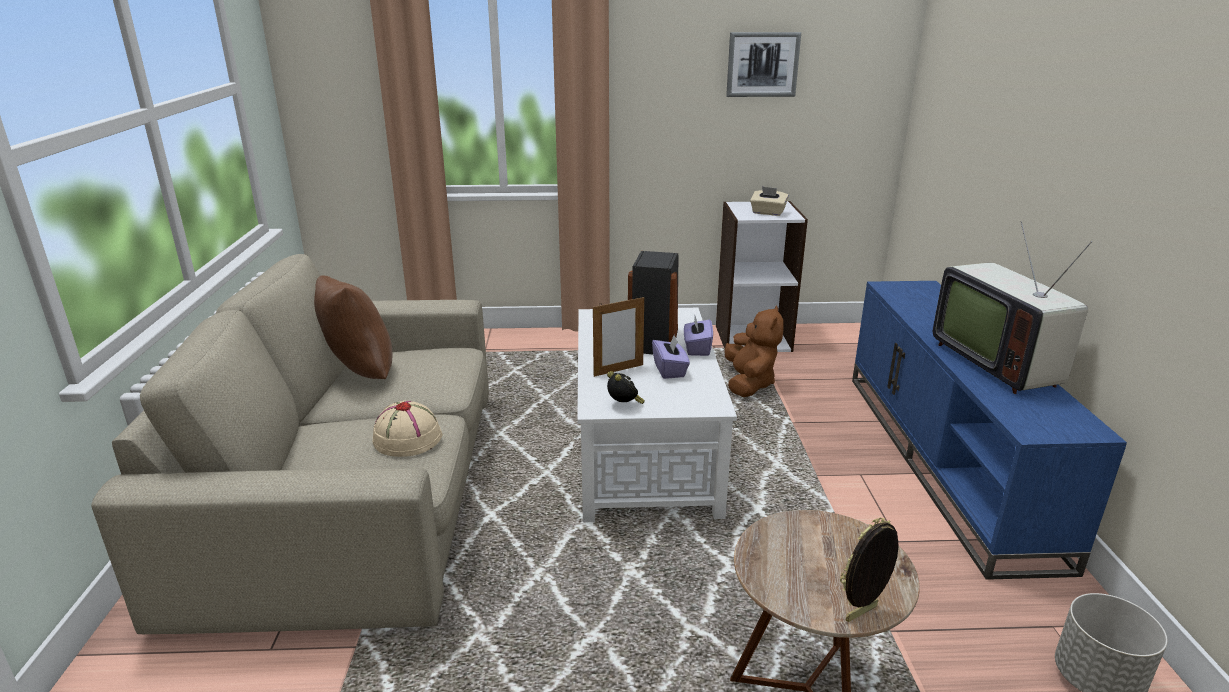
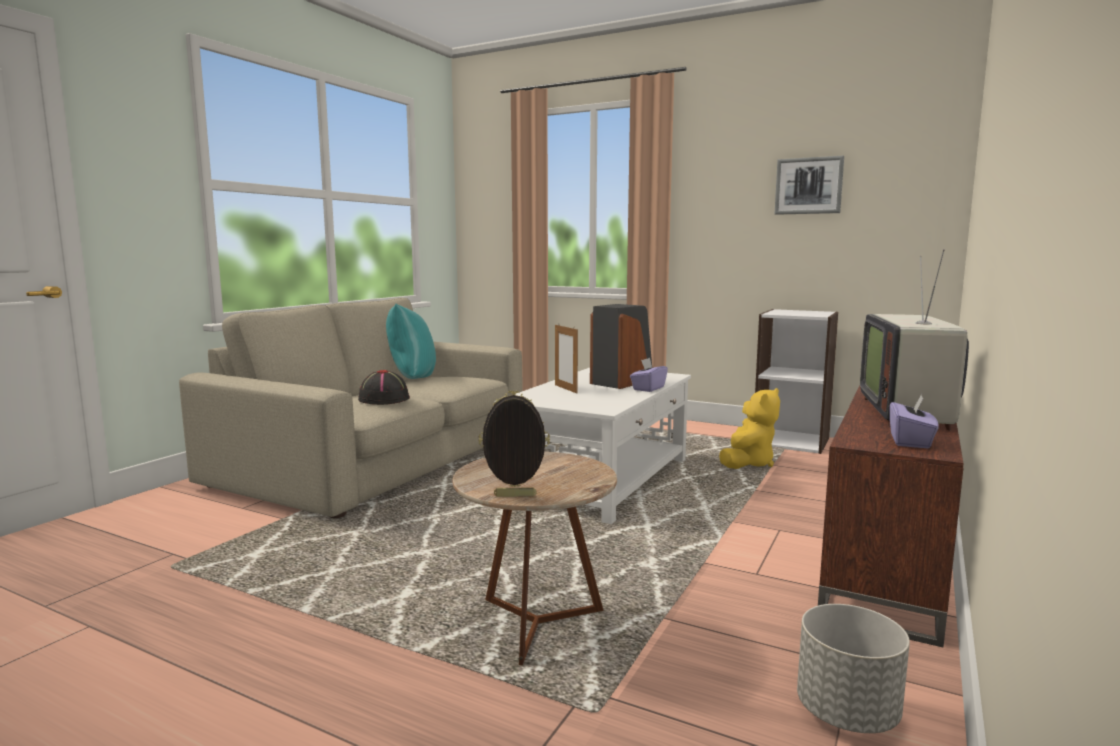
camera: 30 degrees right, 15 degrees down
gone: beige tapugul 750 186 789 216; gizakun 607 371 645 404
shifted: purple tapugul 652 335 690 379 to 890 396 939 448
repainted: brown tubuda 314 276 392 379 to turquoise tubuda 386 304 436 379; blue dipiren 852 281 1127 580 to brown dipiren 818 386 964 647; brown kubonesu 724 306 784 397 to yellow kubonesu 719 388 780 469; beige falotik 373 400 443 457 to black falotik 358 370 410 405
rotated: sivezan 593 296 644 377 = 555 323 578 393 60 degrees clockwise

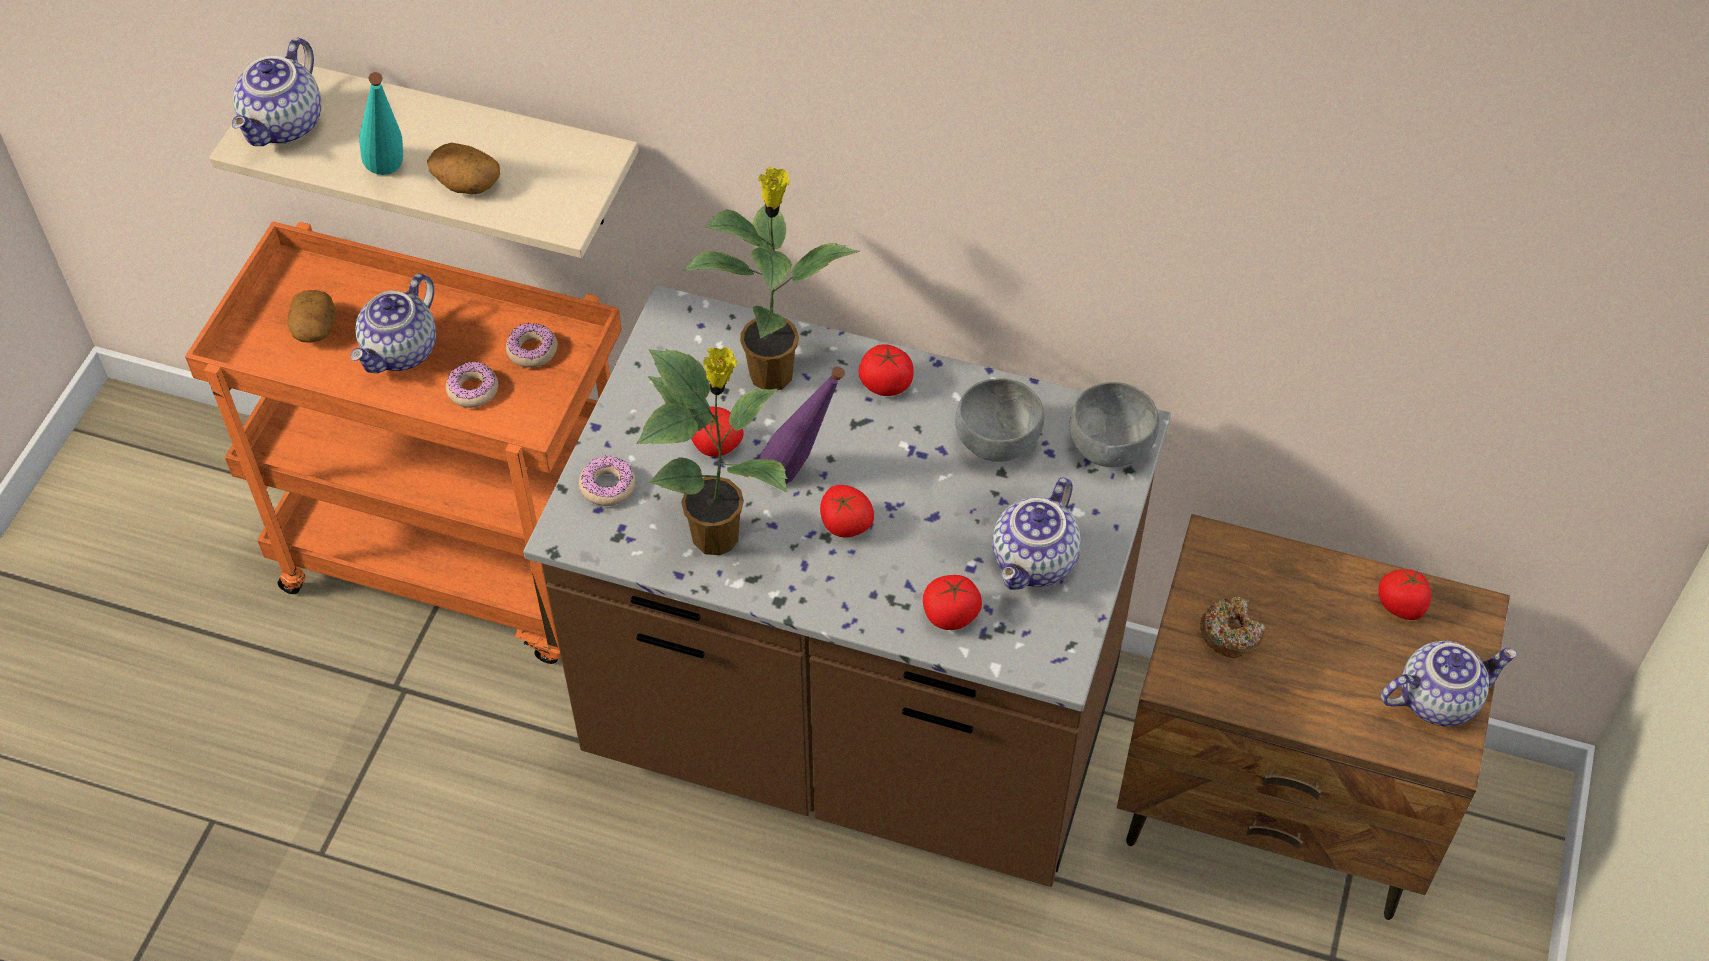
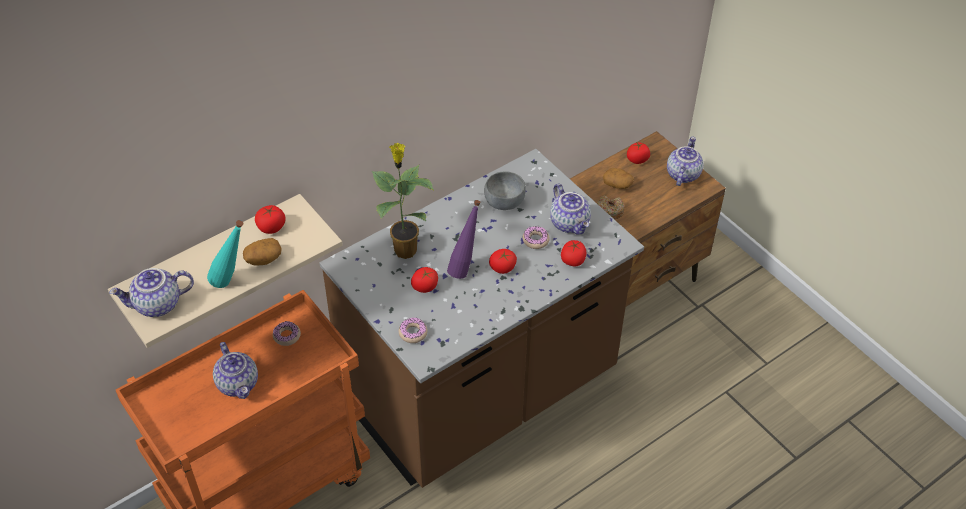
camera: 55 degrees left, 5 degrees down
gone: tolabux 636 347 787 555; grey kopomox 1069 382 1159 467
shifted: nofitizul 287 290 337 343 to 603 168 634 189; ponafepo 859 344 913 396 to 255 205 286 234; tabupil 446 361 498 408 to 523 226 550 249
rotated: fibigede 232 37 321 146 = 109 268 194 317 105 degrees clockwise

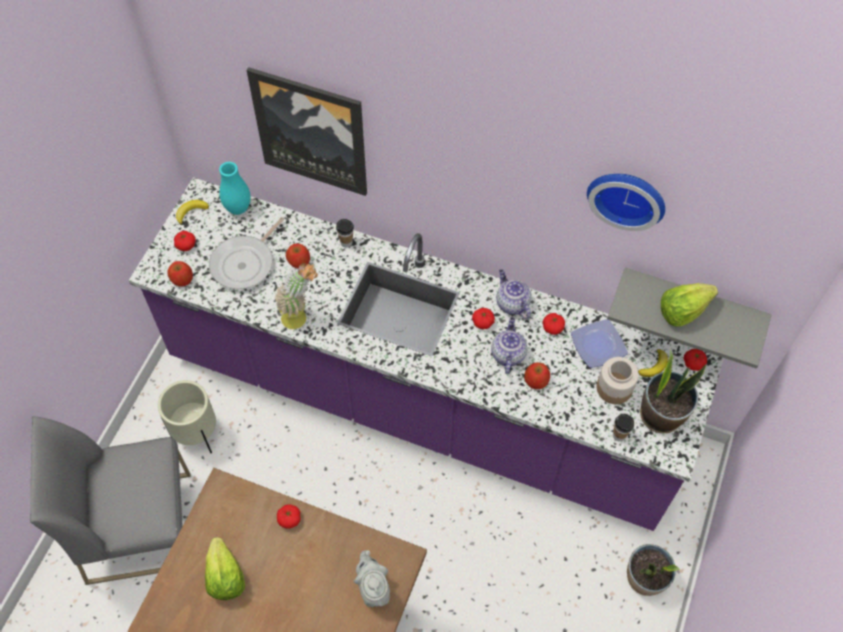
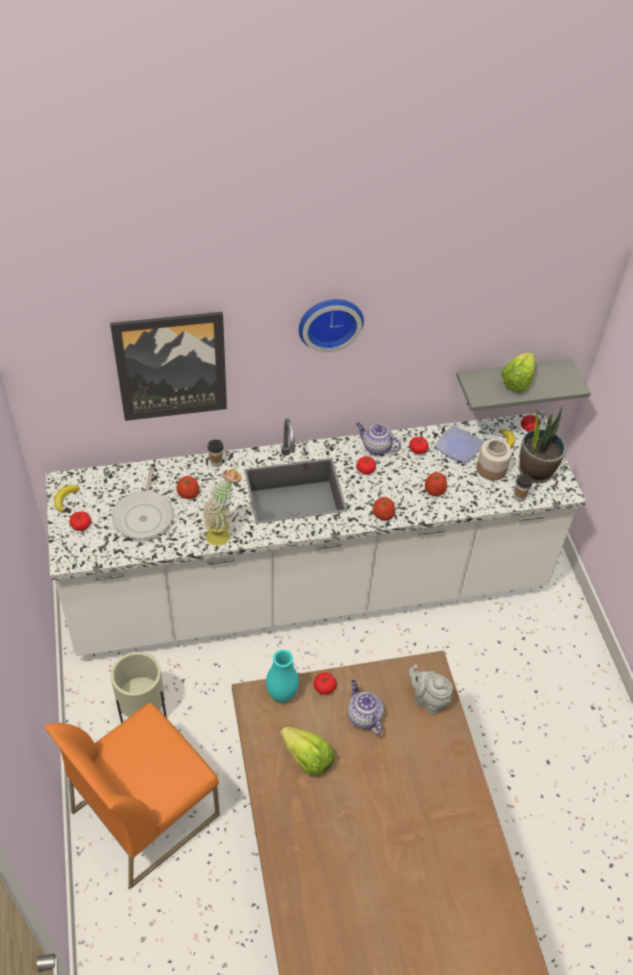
camera: 35 degrees left, 10 degrees down
gone: tolabux 627 544 680 596
shifted: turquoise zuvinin 219 162 251 215 to 266 650 299 702; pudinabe 587 174 665 231 to 299 299 364 353; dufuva 167 261 193 287 to 372 497 395 520; fibigede 491 317 527 374 to 347 680 384 735
repainted: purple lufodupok 128 177 724 531 to white lufodupok 46 412 586 656; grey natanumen 30 416 191 585 to orange natanumen 44 703 220 889

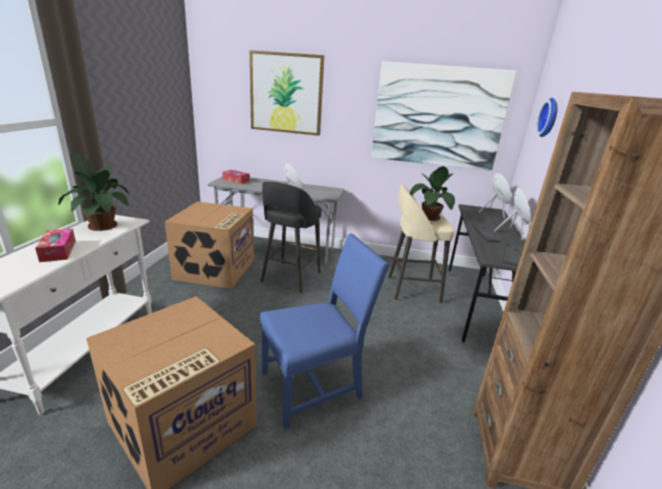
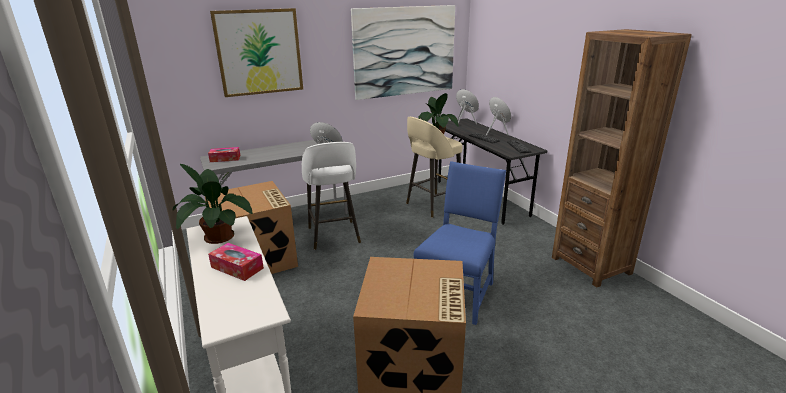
camera: 35 degrees left, 0 degrees up
gone: pudinabe 536 98 558 137
repainted: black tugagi 261 182 321 293 to white tugagi 302 142 361 250

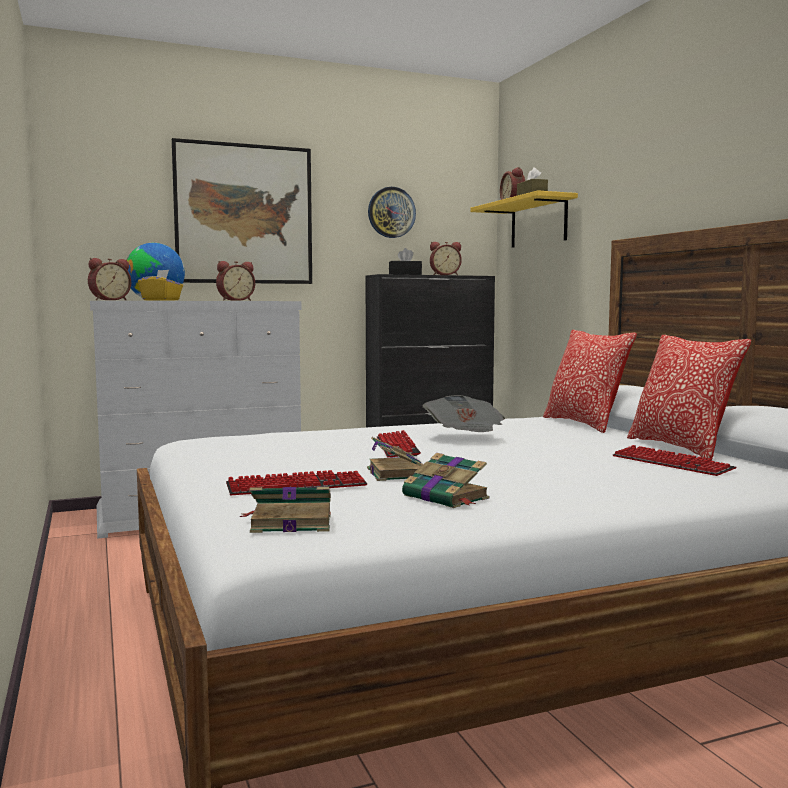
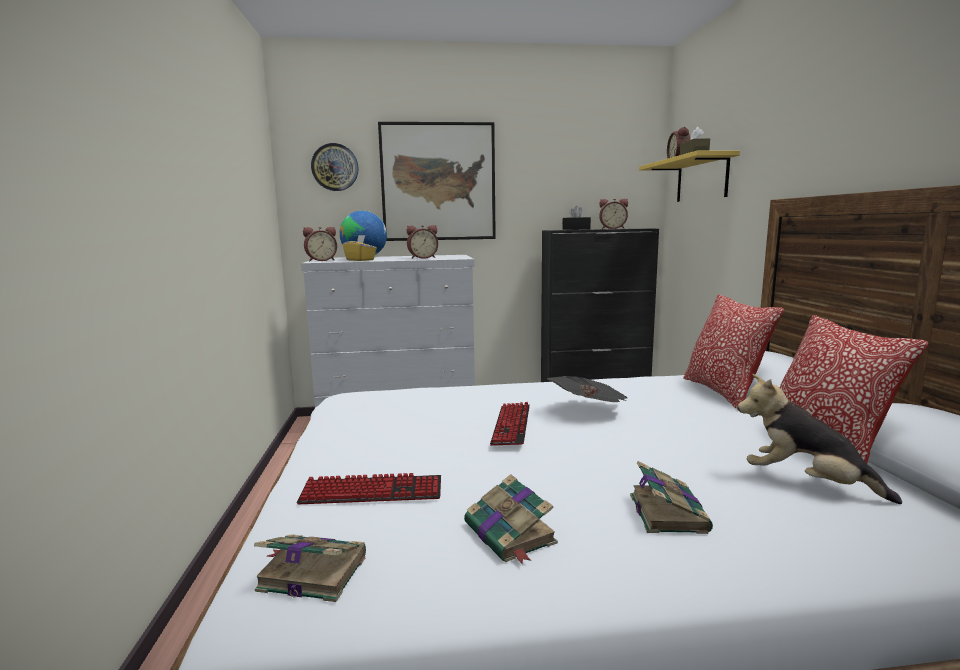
camera: 15 degrees right, 5 degrees up
shifted: pudinabe 368 187 416 238 to 311 143 359 191; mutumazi 367 437 423 481 to 630 461 713 534
swapped: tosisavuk 613 445 736 476 to kubonesu 737 373 902 504

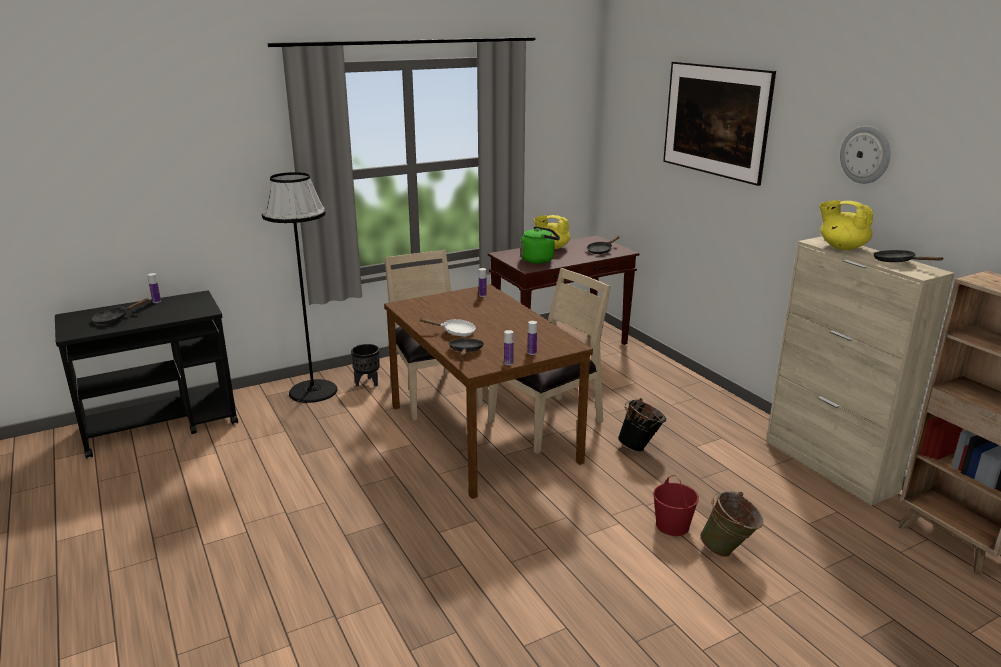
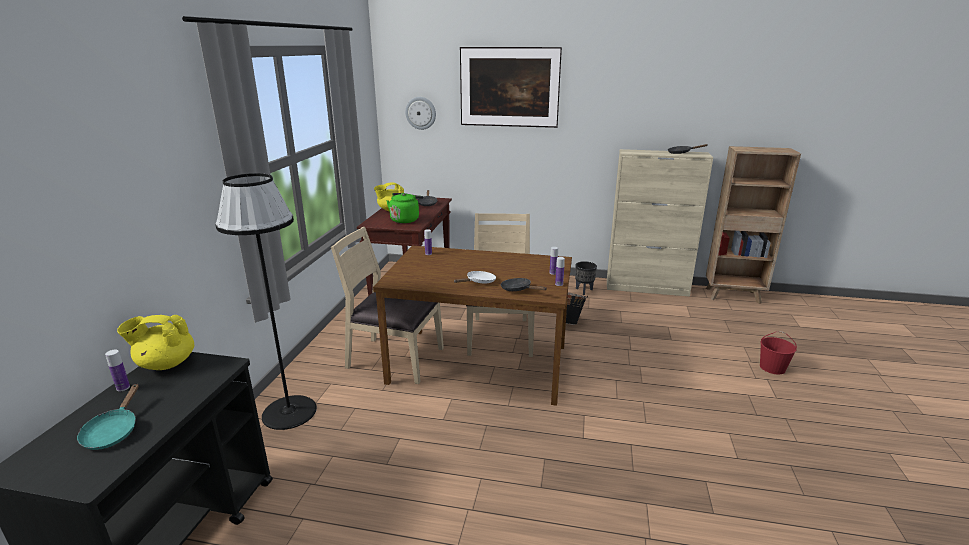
camera: 50 degrees left, 0 degrees up
gone: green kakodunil 700 491 764 557
shifted: pudinabe 840 126 890 184 to 405 97 436 130; yellow fibigede 820 200 873 250 to 117 315 194 370; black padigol 351 344 380 387 to 575 261 597 295; red kakodunil 653 475 699 536 to 760 331 797 375
repainted: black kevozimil 92 298 149 325 to turquoise kevozimil 77 383 139 450

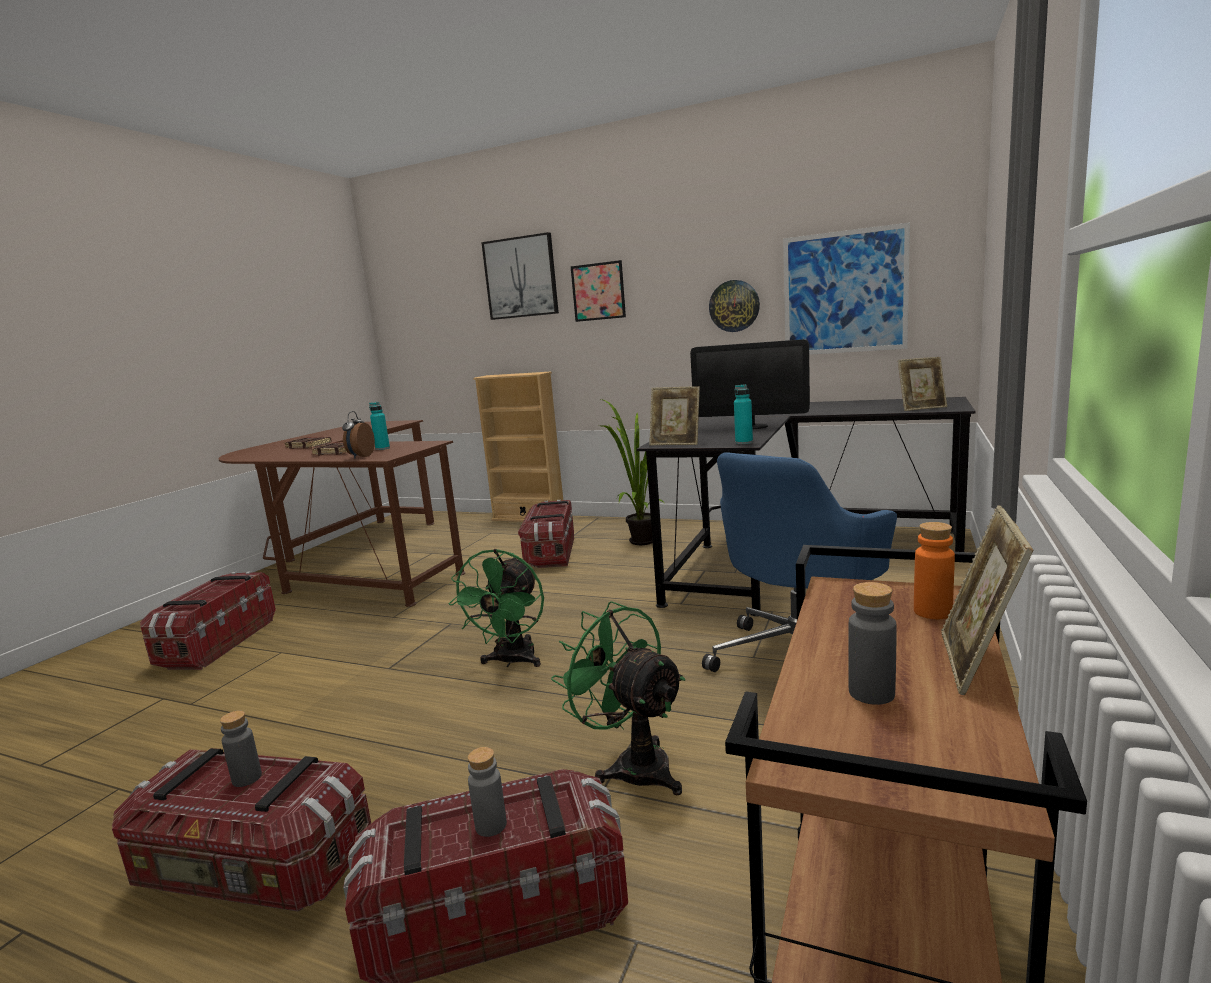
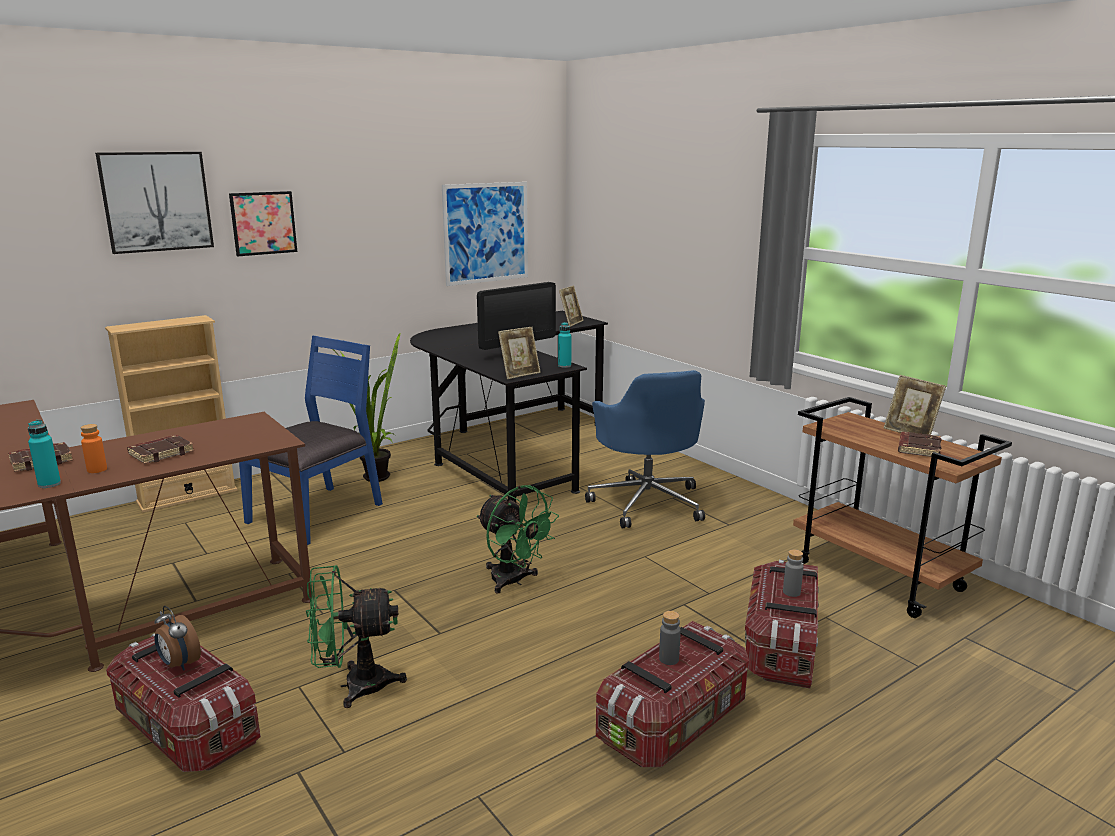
camera: 60 degrees left, 5 degrees up
gone: pudinabe 709 280 760 332
shifted: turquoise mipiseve 369 402 390 450 to 28 420 61 488; gizakun 342 411 375 459 to 154 606 201 671; orange mipiseve 914 522 955 619 to 81 424 107 473; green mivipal 551 601 685 796 to 306 565 407 708
swapped: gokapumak 518 500 574 568 to blue natanumen 239 335 383 545; grey mipiseve 848 582 897 705 to brown mutumazi 898 432 942 457

